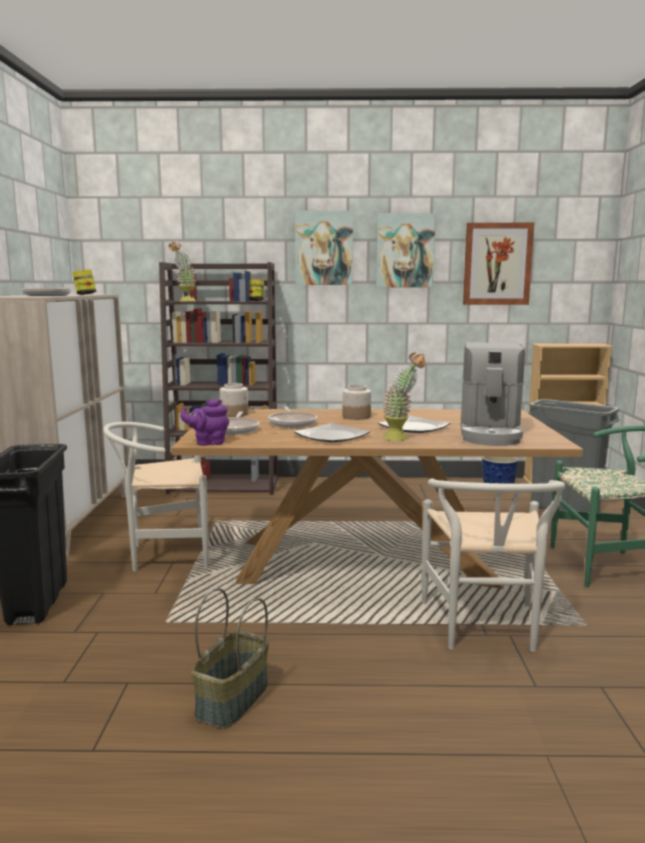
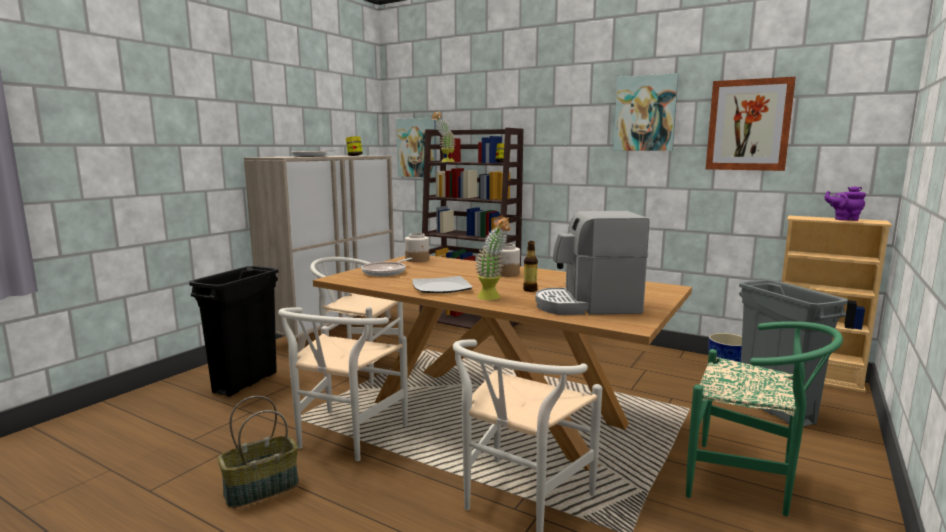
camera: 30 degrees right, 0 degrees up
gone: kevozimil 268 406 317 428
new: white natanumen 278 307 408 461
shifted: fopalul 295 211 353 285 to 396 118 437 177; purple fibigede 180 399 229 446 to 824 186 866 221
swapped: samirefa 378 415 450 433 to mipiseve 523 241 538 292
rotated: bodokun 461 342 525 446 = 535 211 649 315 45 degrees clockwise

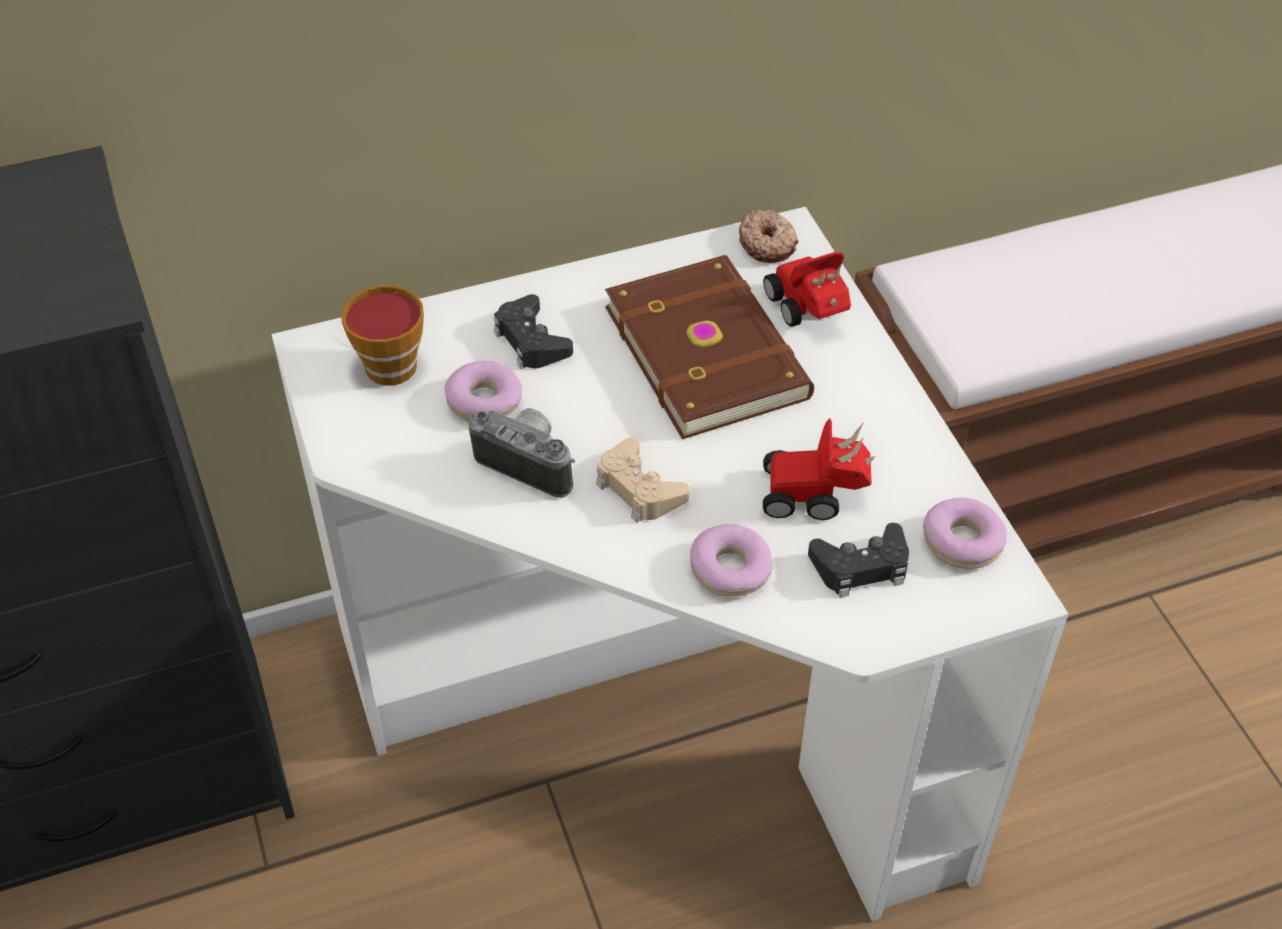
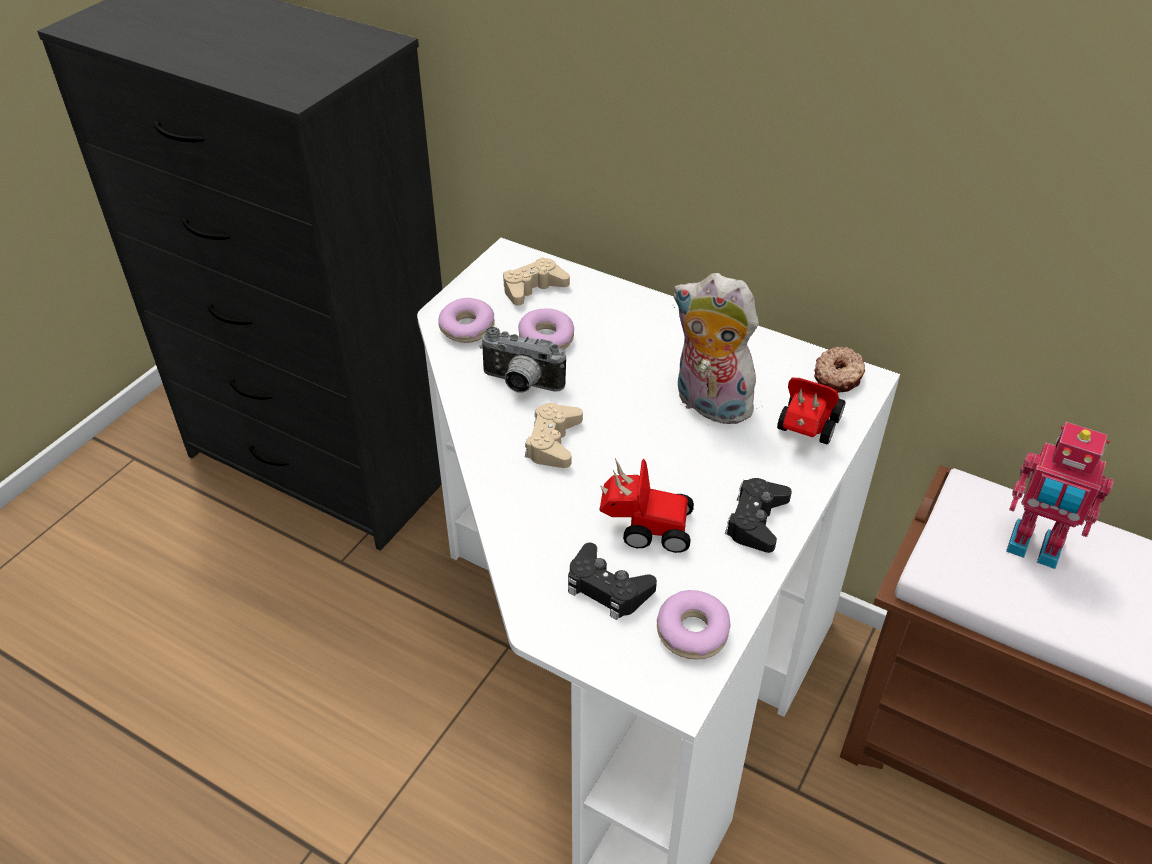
camera: 50 degrees right, 5 degrees down
new: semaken 1006 422 1113 569
shifted: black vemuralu 494 294 573 369 to 725 478 792 553; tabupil 690 524 772 597 to 438 298 495 343
swapped: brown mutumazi 605 255 814 439 to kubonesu 673 273 759 424; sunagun 341 285 424 386 to beige vemuralu 503 257 570 305
rotated: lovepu 468 409 575 498 = 479 327 566 393 120 degrees clockwise; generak 763 418 875 520 = 600 458 694 553 135 degrees clockwise

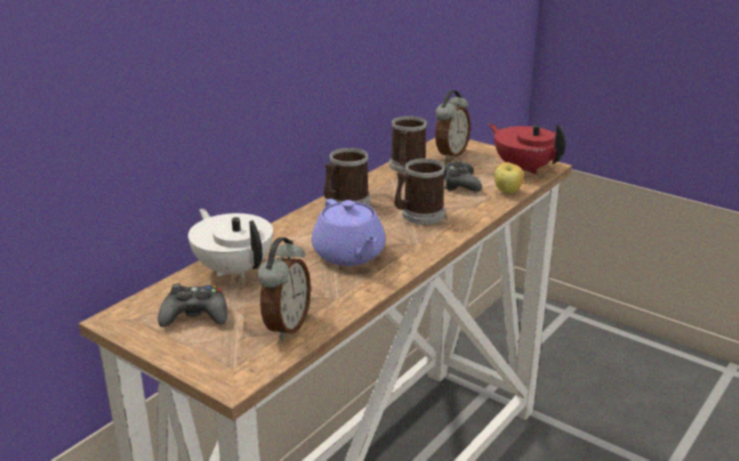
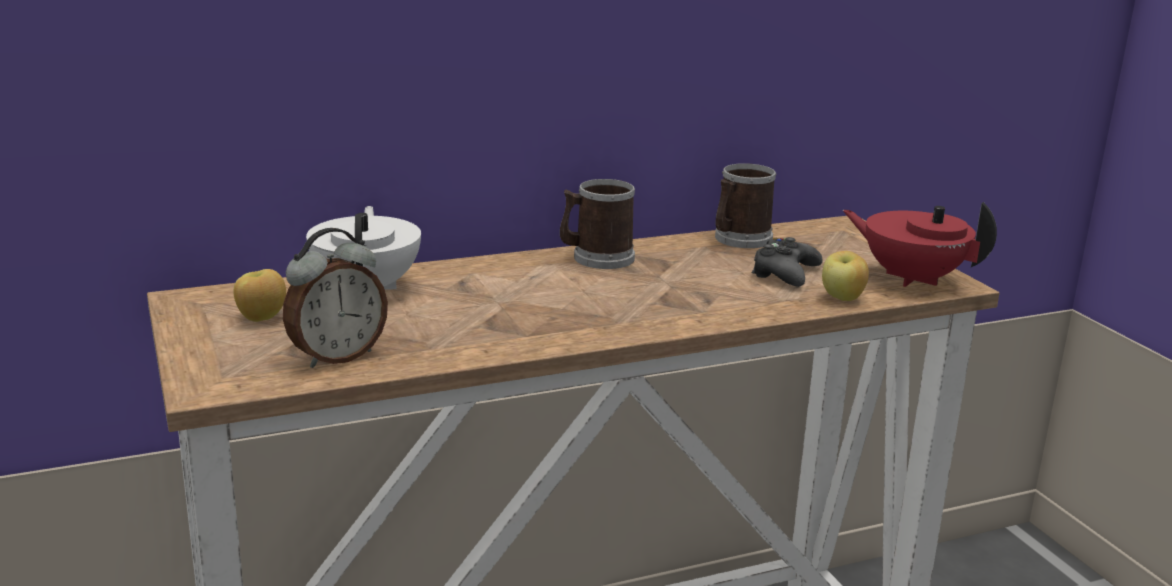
camera: 30 degrees right, 5 degrees down
gone: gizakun 435 90 471 160; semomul 394 158 445 224; purple fibigede 312 199 386 266
swapped: black vemuralu 158 283 227 327 to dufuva 234 269 286 322
rotated: red fibigede 489 124 566 174 = 843 202 997 287 45 degrees counterclockwise

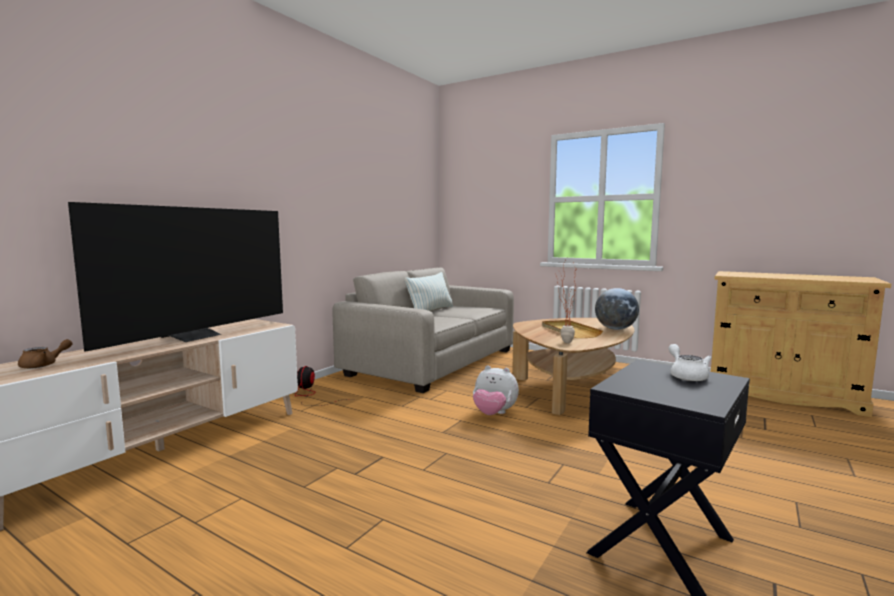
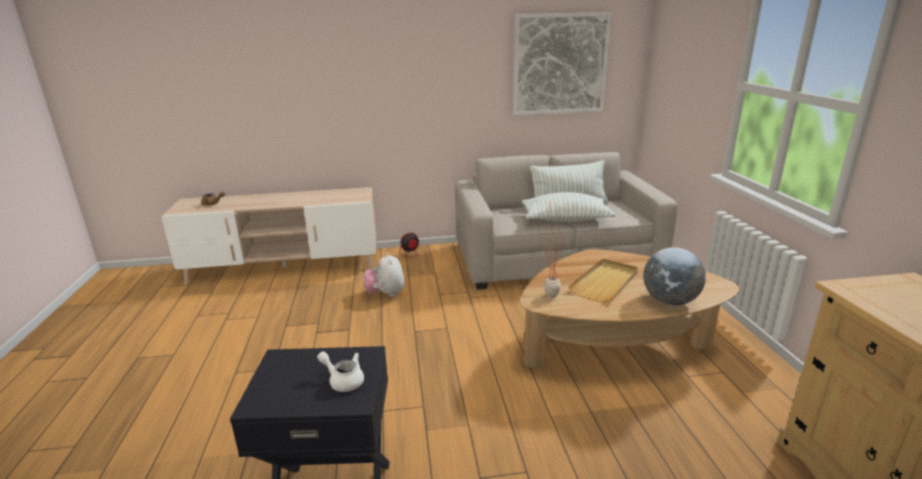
camera: 50 degrees right, 15 degrees up
gone: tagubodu 68 202 283 352
new: fopalul 513 12 611 116; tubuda 522 192 616 222
shifted: kubonesu 473 365 519 415 to 363 253 405 297
rotated: white fibigede 669 344 712 381 = 317 351 364 392 105 degrees counterclockwise

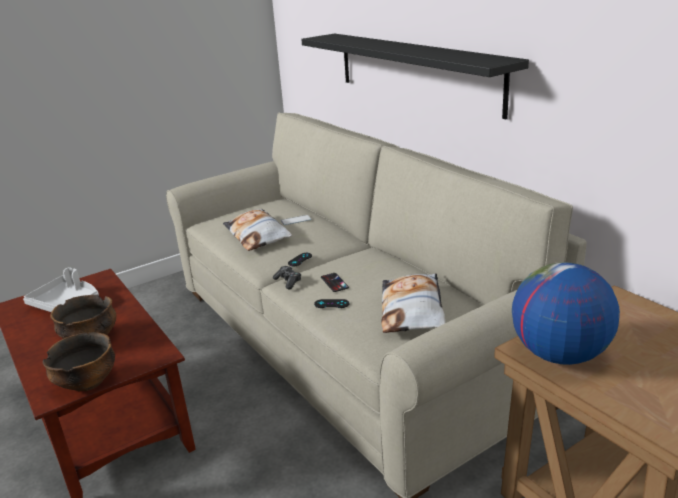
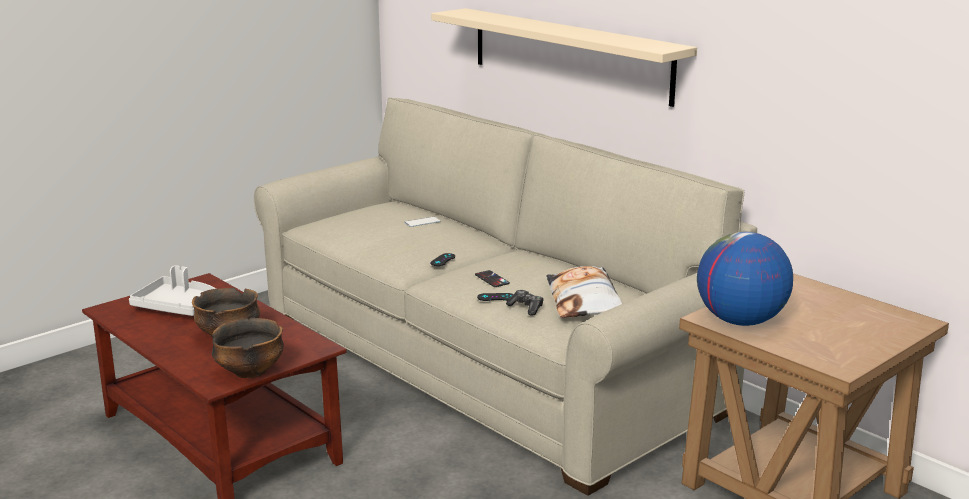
camera: 10 degrees left, 5 degrees down
gone: tubuda 223 209 292 251
shifted: vemuralu 273 266 301 289 to 506 290 544 316
repainted: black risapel 301 34 529 119 to beige risapel 431 8 697 107

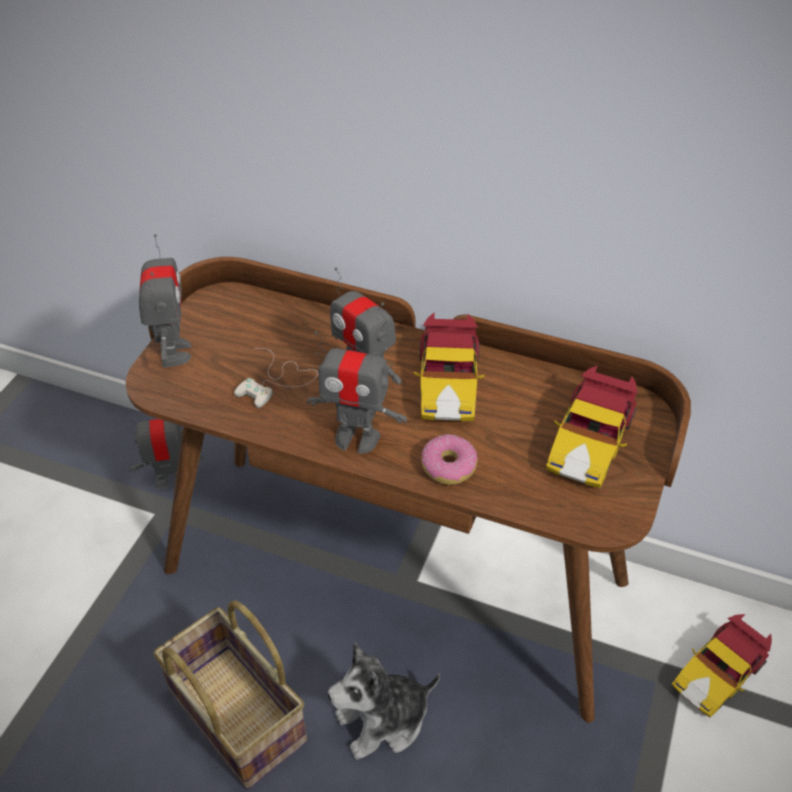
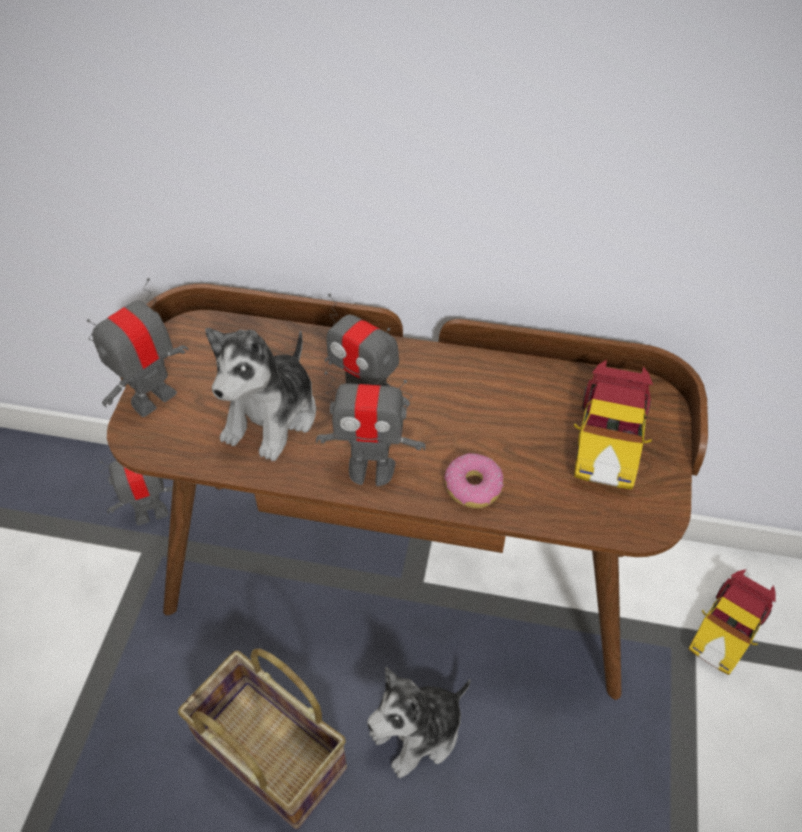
camera: 10 degrees left, 5 degrees up
gone: generak 414 312 485 421
swapped: white vemuralu 234 348 318 408 to kubonesu 205 328 316 461
rotated: semaken 139 234 192 367 = 87 278 188 417 120 degrees counterclockwise

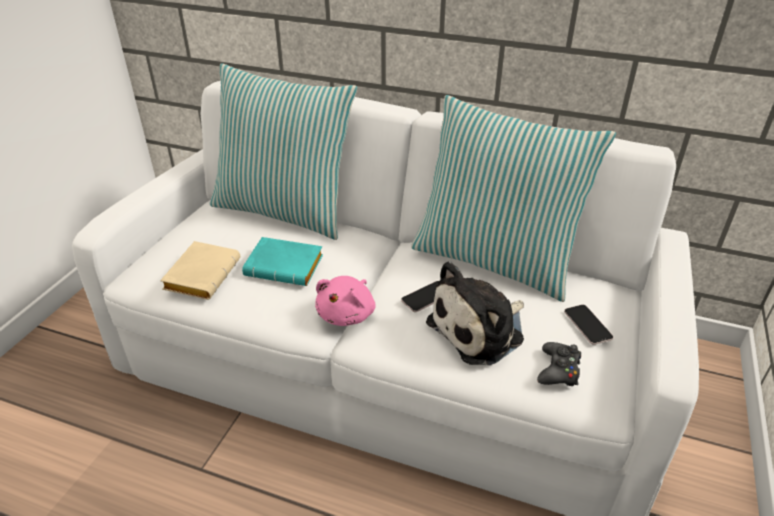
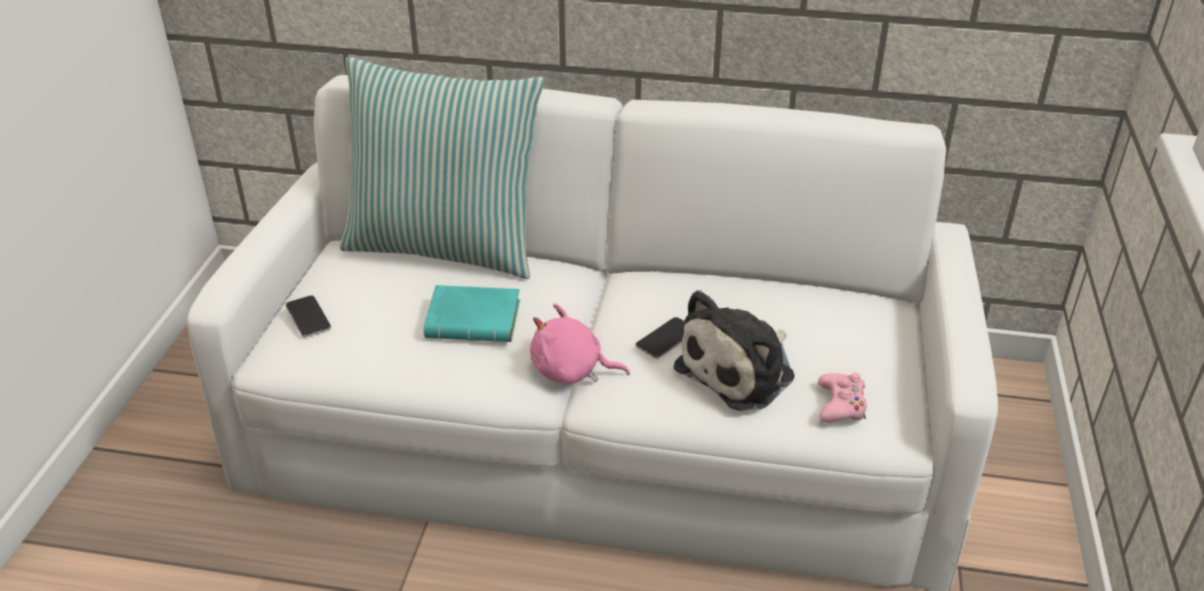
camera: 10 degrees left, 0 degrees up
gone: tubuda 411 95 616 302; beige mutumazi 160 241 240 300
shifted: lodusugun 564 305 614 345 to 286 295 331 337
repainted: black vemuralu 537 342 581 386 to pink vemuralu 818 373 867 422
rotated: pink kubonesu 315 276 376 326 = 530 303 630 384 90 degrees clockwise

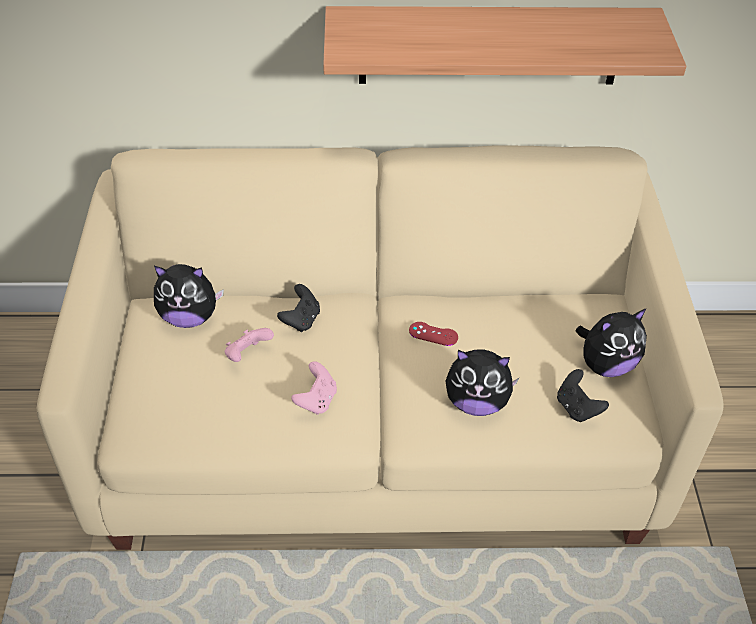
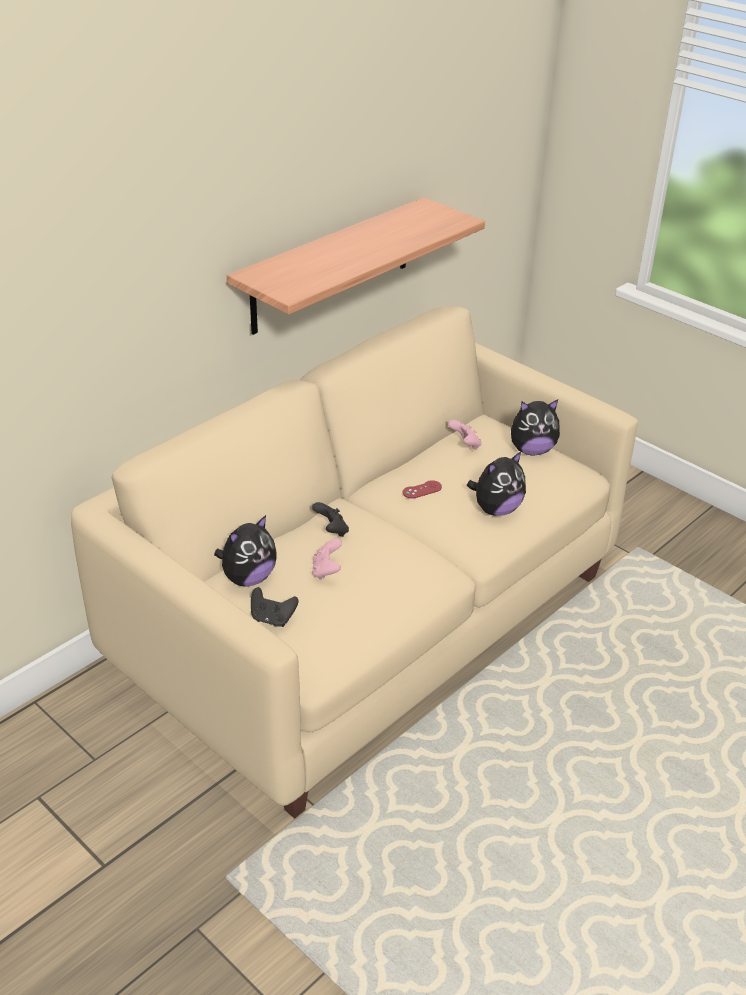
camera: 45 degrees left, 10 degrees down
shifted: pink vemuralu 291 361 337 415 to 448 420 482 450; black vemuralu 557 369 609 422 to 251 587 299 627
rotated: kubonesu 575 308 647 377 = 511 399 560 456 60 degrees clockwise

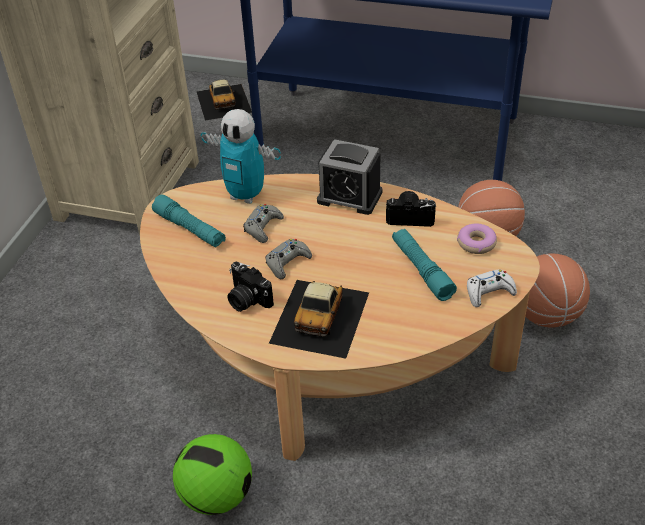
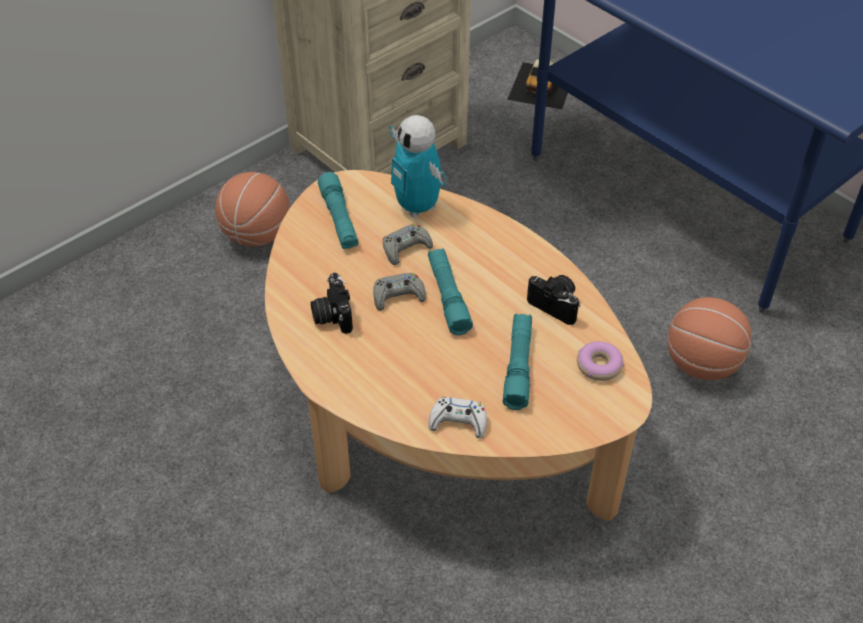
camera: 30 degrees right, 5 degrees up
gone: gizakun 317 139 383 215; generak 269 280 369 359; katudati 173 434 252 515
new: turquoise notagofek 428 248 473 335
shifted: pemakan 525 253 590 328 to 215 172 290 246; white vemuralu 467 269 517 307 to 428 397 487 438

